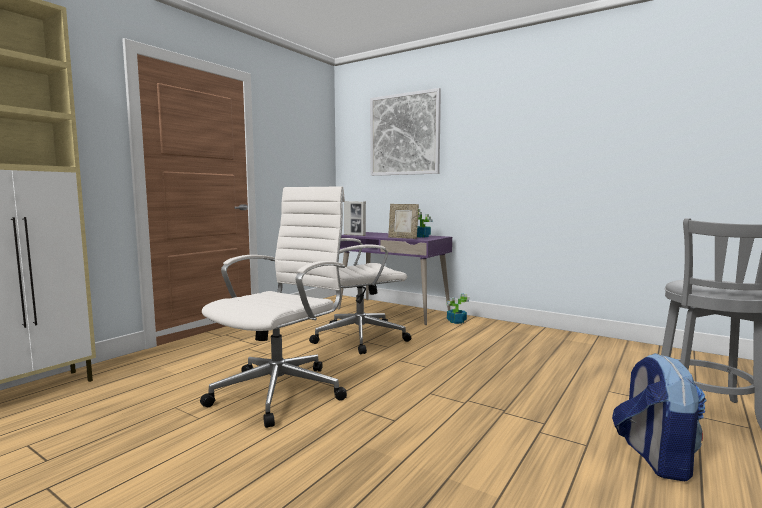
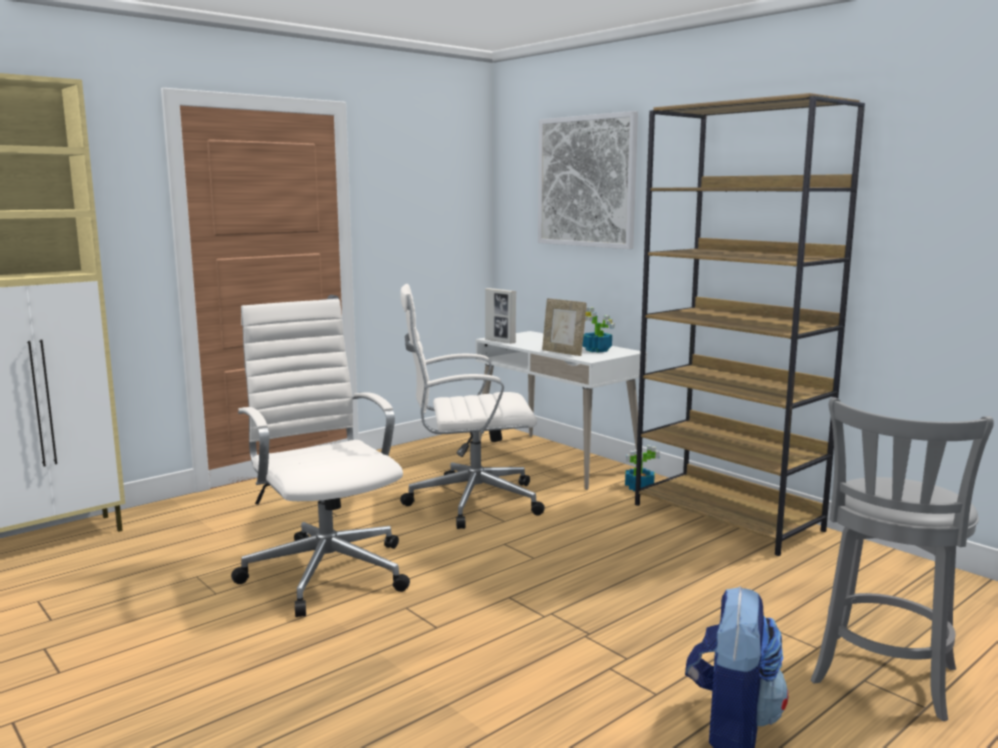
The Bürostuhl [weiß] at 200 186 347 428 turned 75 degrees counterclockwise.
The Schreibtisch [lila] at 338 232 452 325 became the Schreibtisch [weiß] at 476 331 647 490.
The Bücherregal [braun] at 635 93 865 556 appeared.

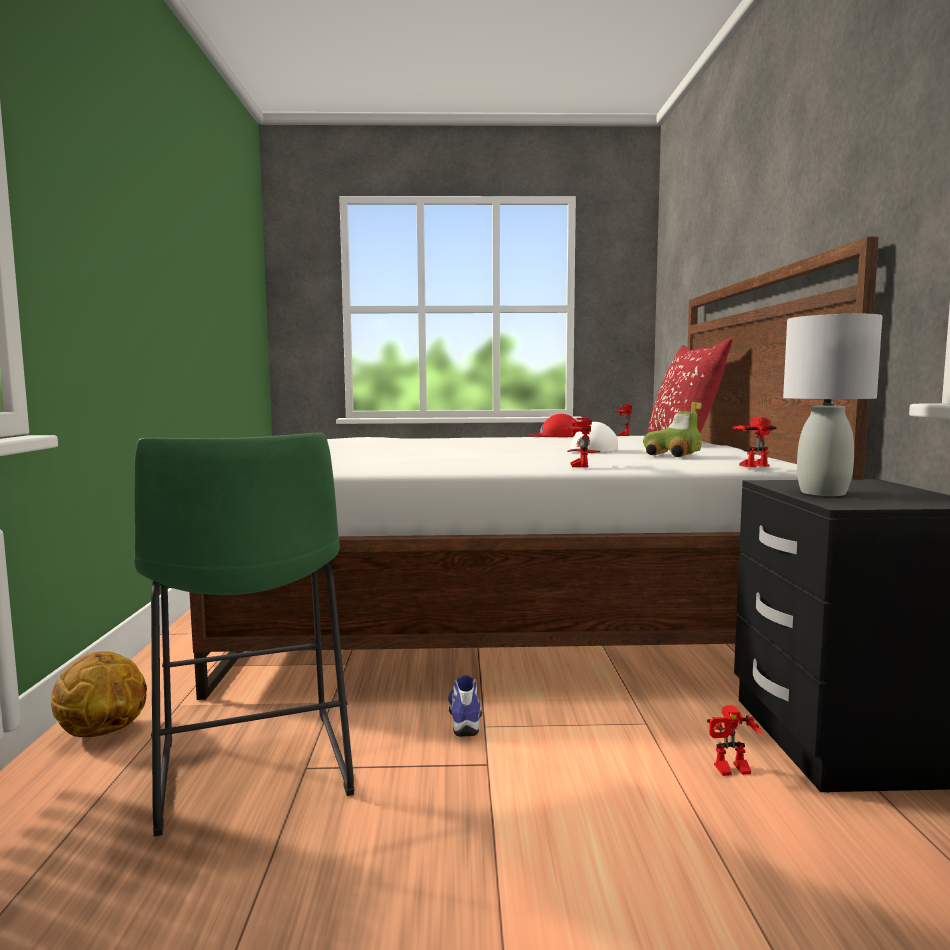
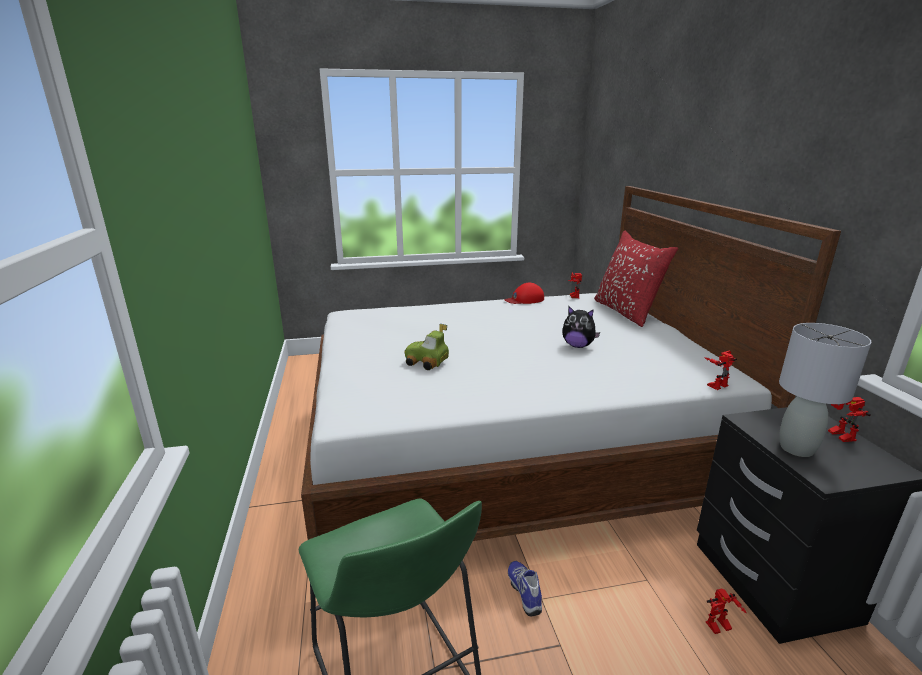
The Spielzeugauto moved from 643 402 702 457 to 405 324 449 370.
The Spielzeugroboter moved from 562 418 592 467 to 828 397 871 442.
The Kappe [weiß] at 567 422 618 453 was replaced by the Plüschtier at 562 307 600 348.
The Basketball at 51 651 147 737 disappeared.

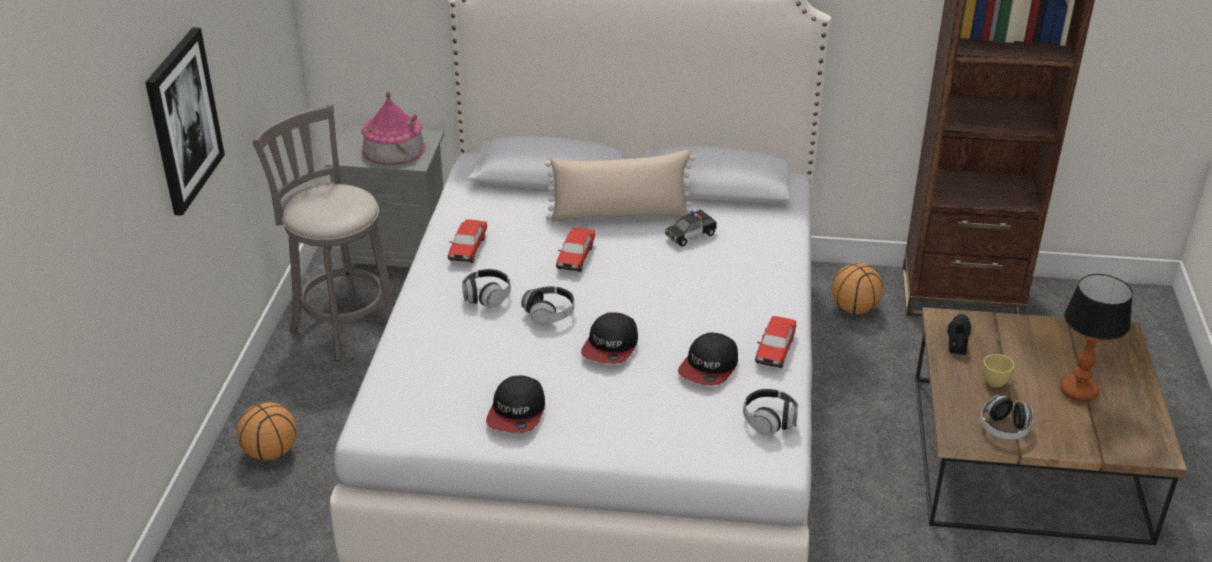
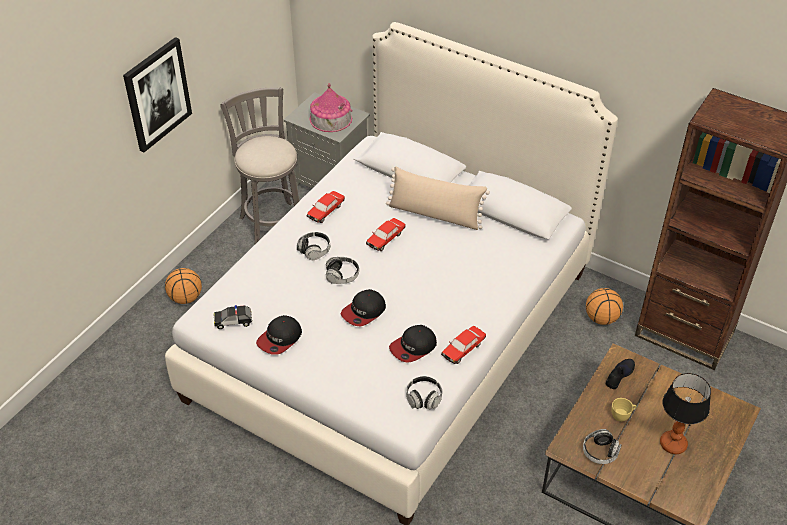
The Spielzeugauto moved from 665 210 717 247 to 214 305 253 329.

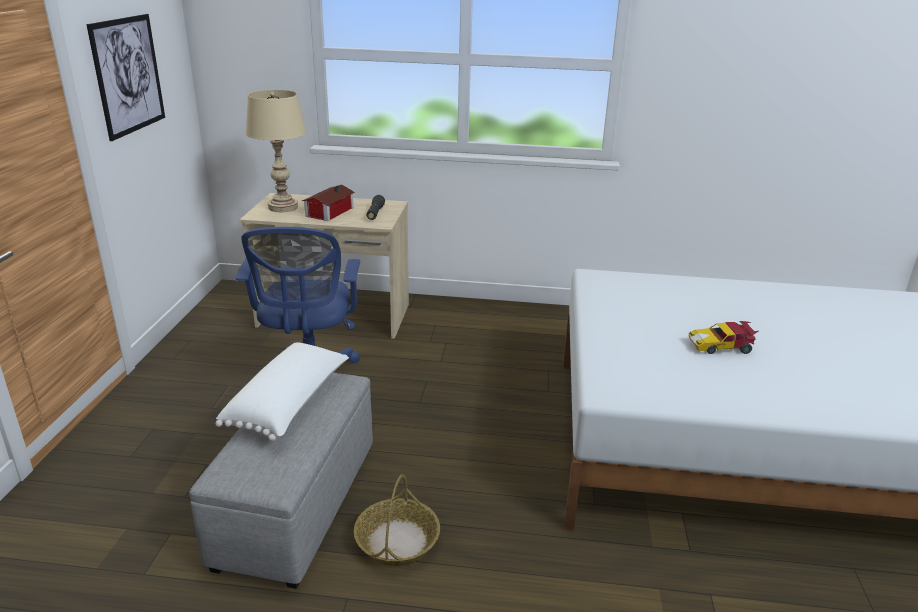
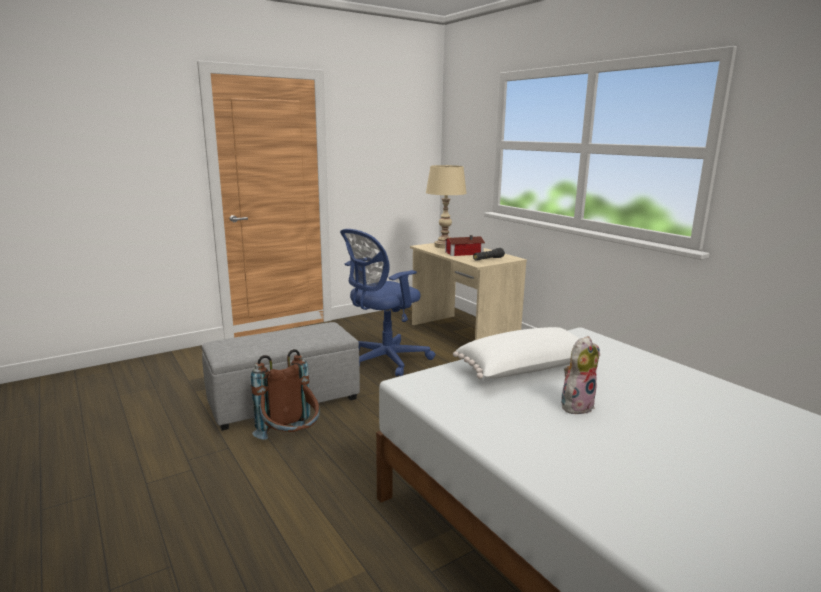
The Bild at 86 14 165 141 disappeared.
The Spielzeugauto at 688 321 759 354 was replaced by the Plüschtier at 561 336 600 414.
The Kissen [weiß] moved from 215 342 349 441 to 453 327 600 379.
The Korb at 354 474 440 566 was replaced by the Rucksack [braun] at 251 349 320 440.

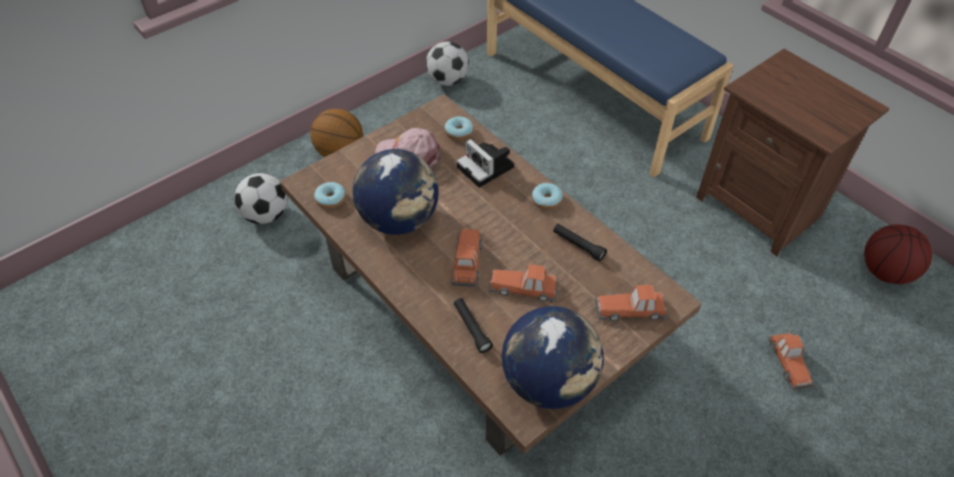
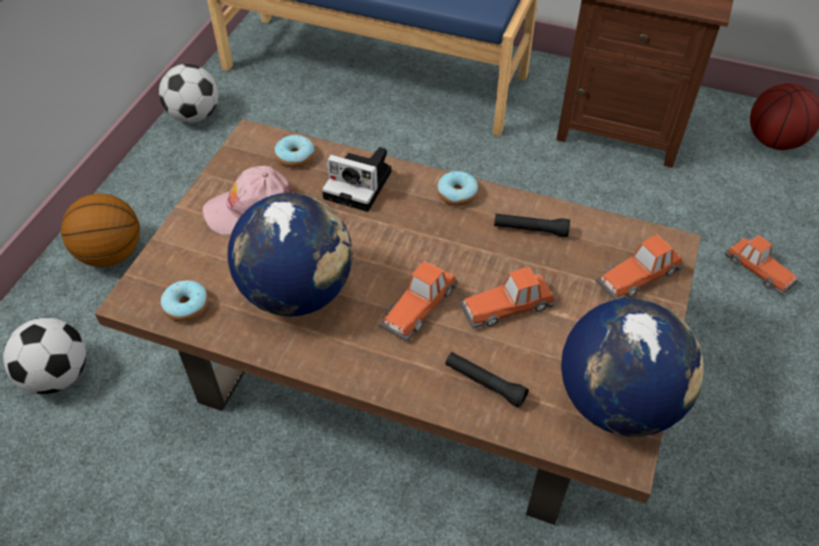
The Spielzeugauto at 450 229 482 287 turned 120 degrees counterclockwise.

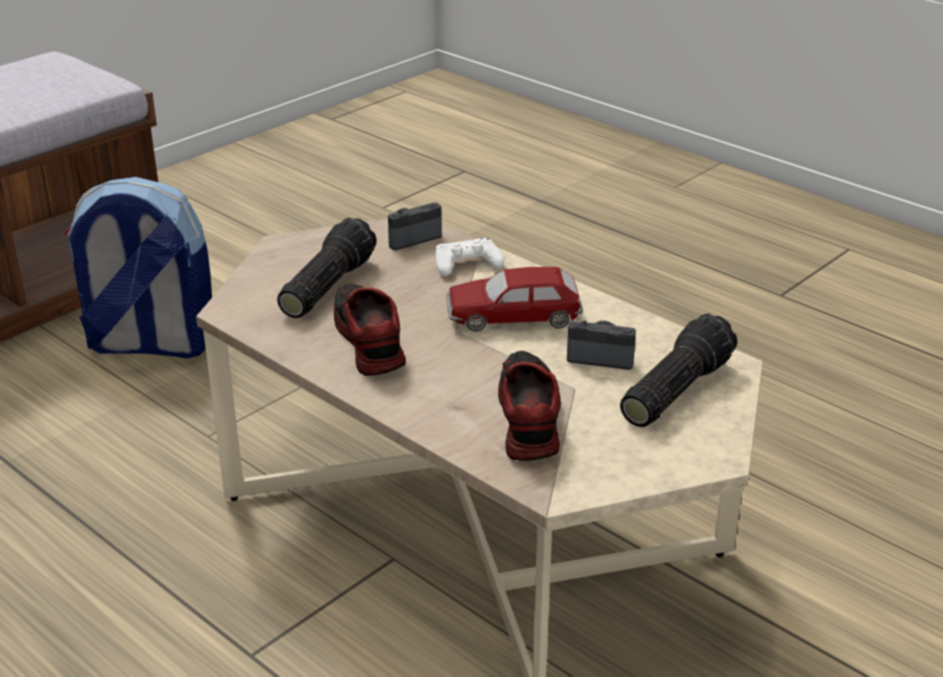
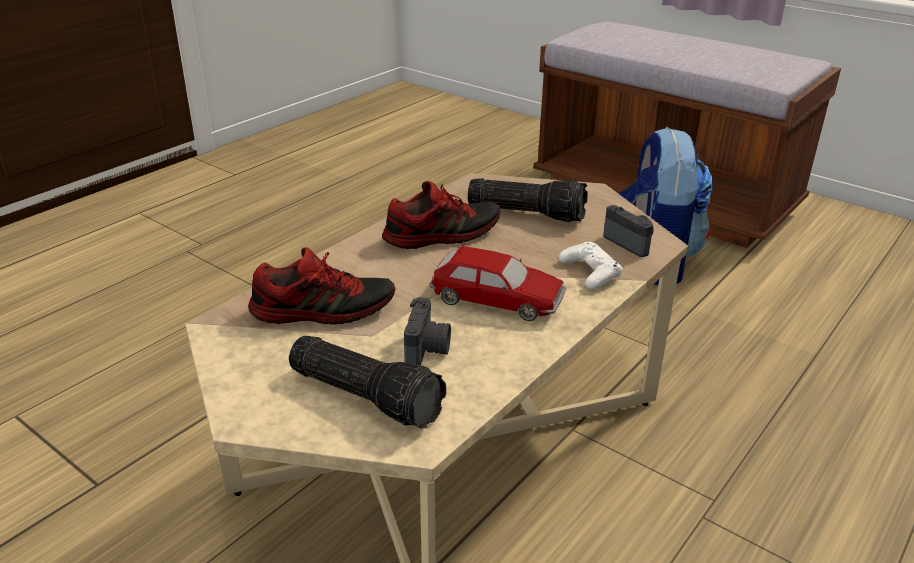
The Spielzeugauto at 446 267 583 332 turned 120 degrees clockwise.

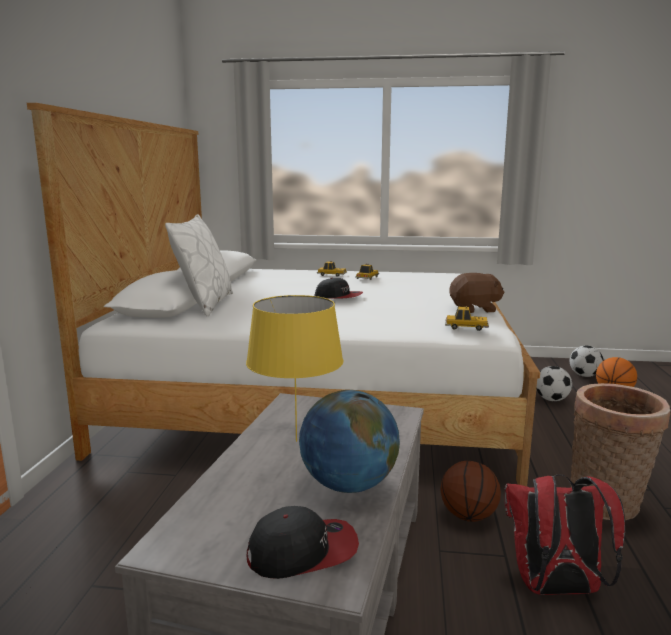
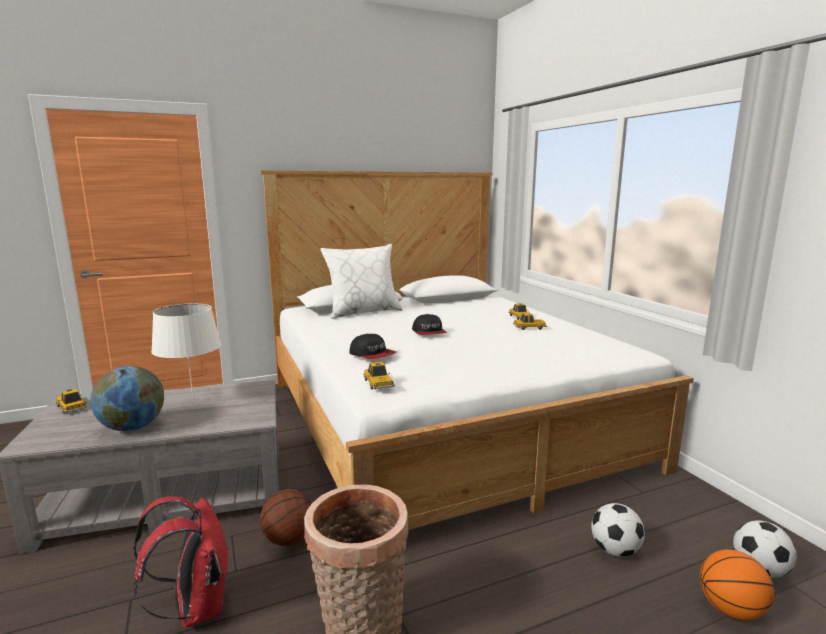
The Plüschtier [braun] at 449 273 504 313 disappeared.
The Tischlampe [gelb] at 246 295 343 442 became the Tischlampe [weiß] at 151 303 221 402.
The Kappe moved from 247 506 359 579 to 350 334 397 359.
The Spielzeugauto at 55 389 88 413 appeared.

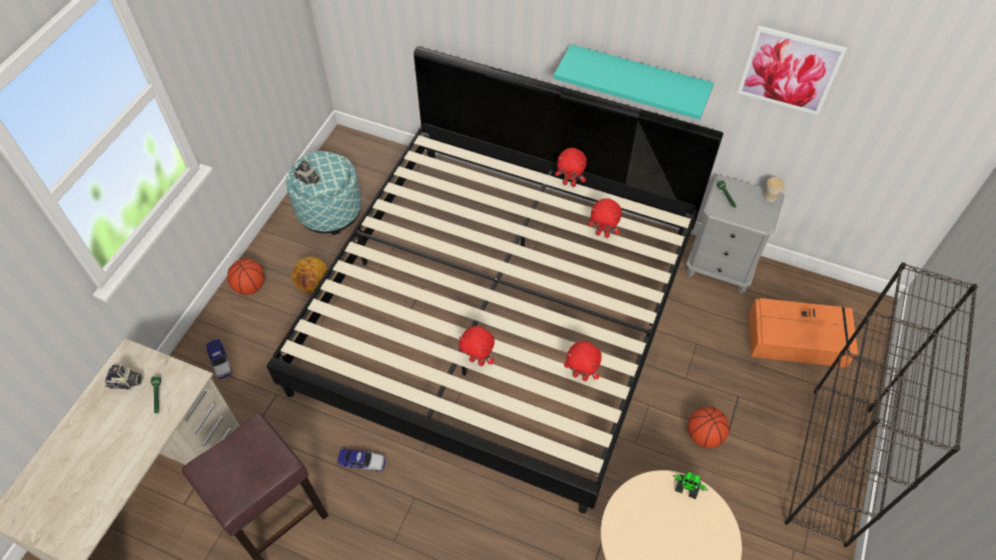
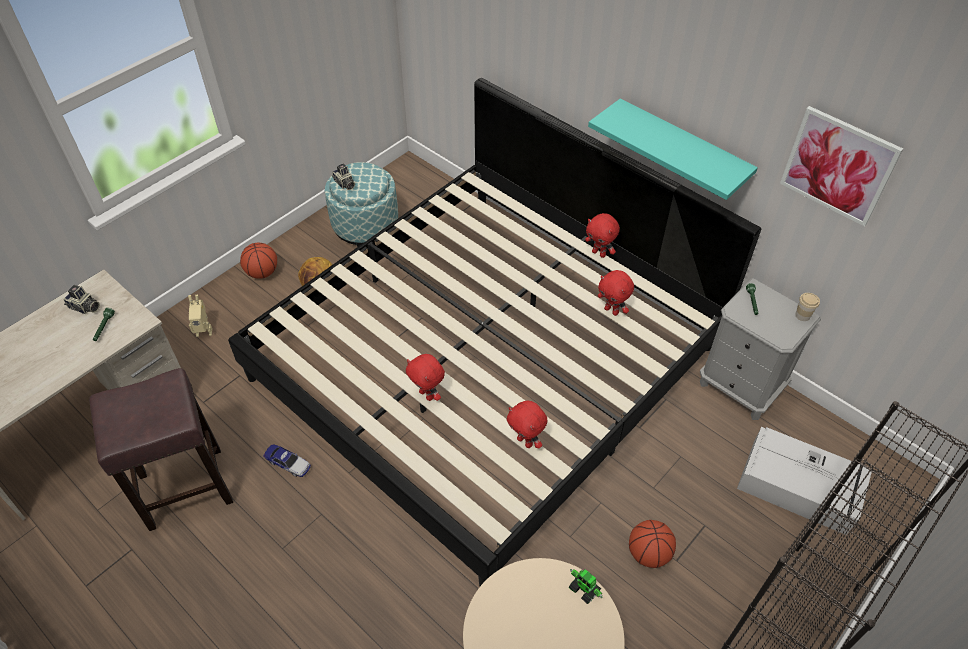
The Aufbewahrungsbox [orange] at 749 298 858 368 became the Aufbewahrungsbox [grau] at 737 427 872 535.
The Spielzeugauto at 206 339 232 379 was replaced by the Spielzeugroboter at 188 295 212 337.

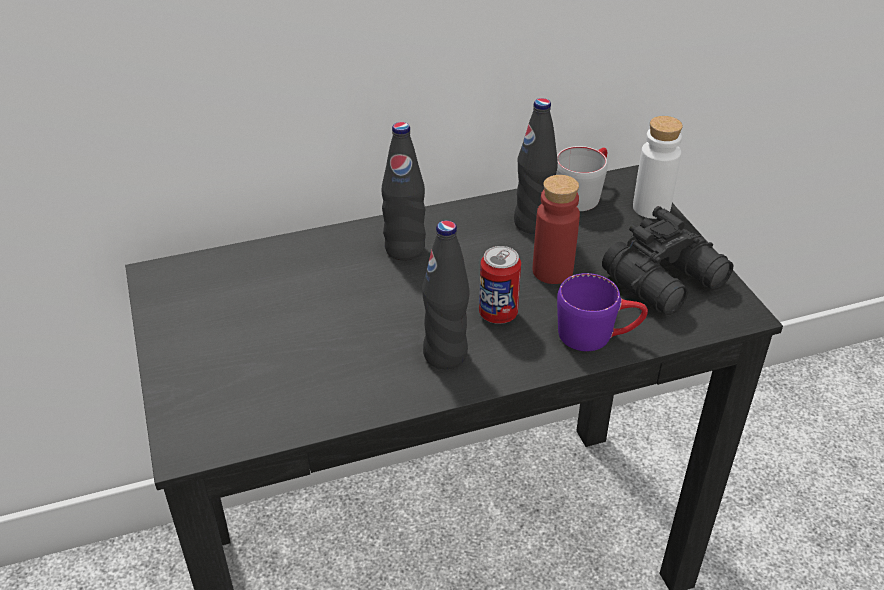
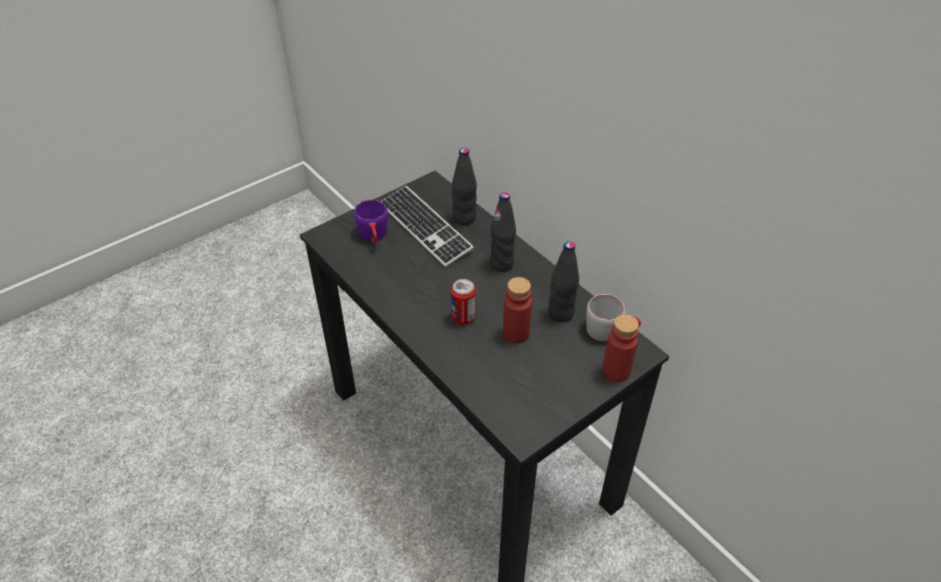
The Flasche [weiß] at 633 116 683 219 became the Flasche [rot] at 602 314 639 382.
The Fernglas [schwarz] at 602 206 733 315 disappeared.
The Flasche [schwarz] moved from 422 220 470 369 to 452 148 477 225.
The Henkelbecher [lila] moved from 557 273 648 351 to 354 200 388 244.
The Tastatur at 381 186 474 267 appeared.

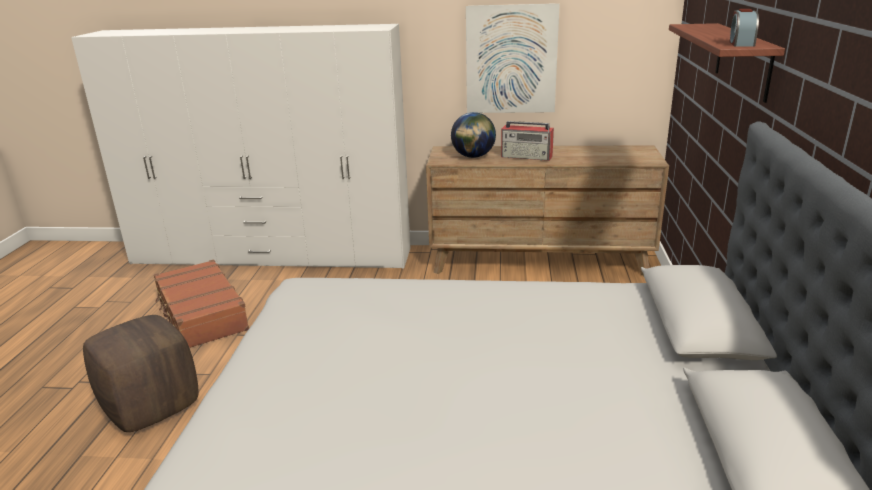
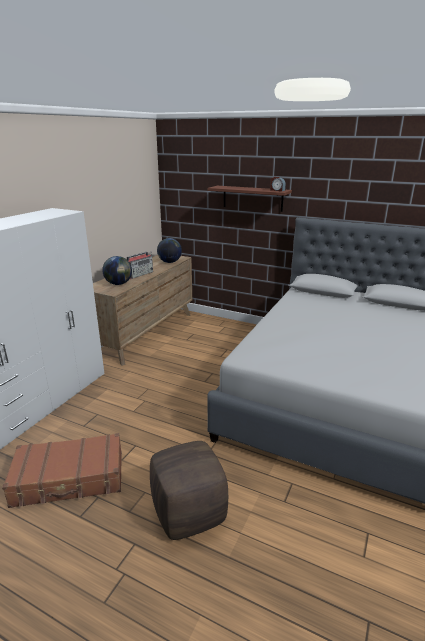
The Bild at 466 3 560 113 disappeared.
The Globus at 157 238 182 263 appeared.

